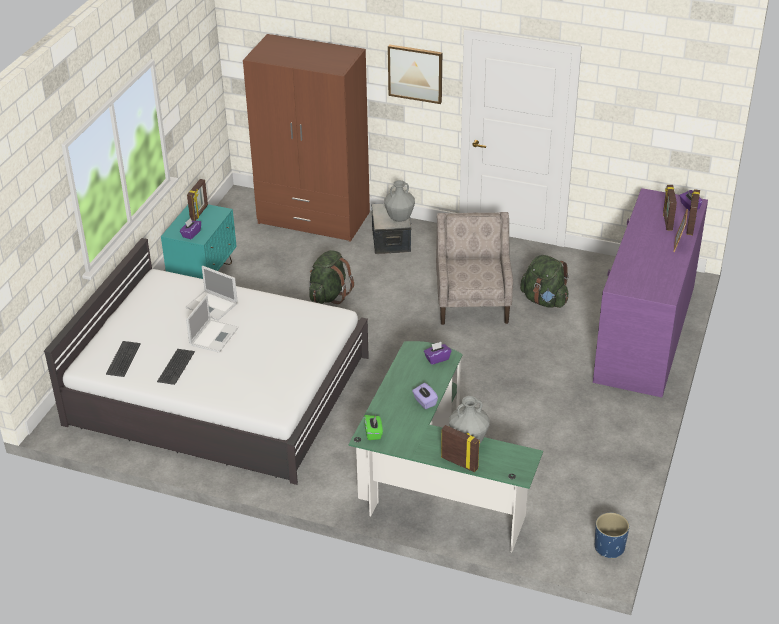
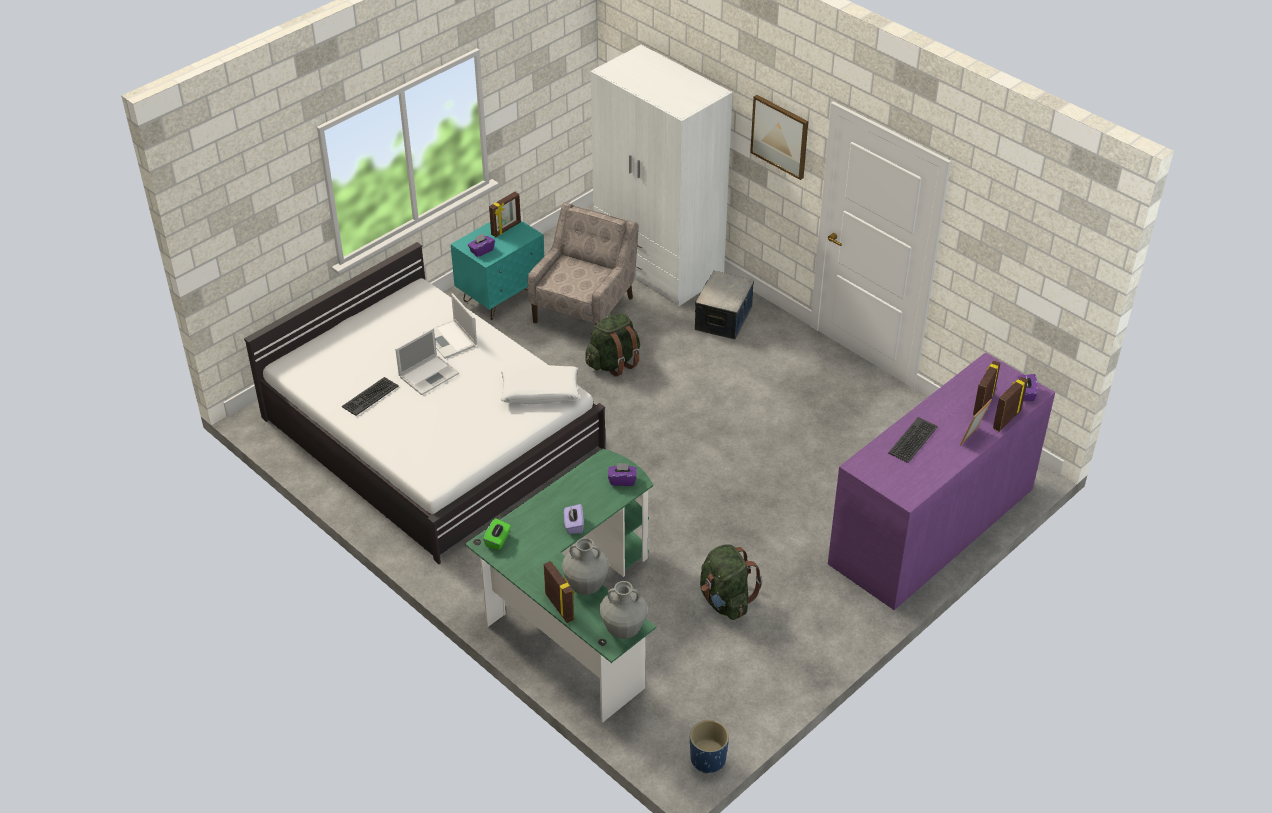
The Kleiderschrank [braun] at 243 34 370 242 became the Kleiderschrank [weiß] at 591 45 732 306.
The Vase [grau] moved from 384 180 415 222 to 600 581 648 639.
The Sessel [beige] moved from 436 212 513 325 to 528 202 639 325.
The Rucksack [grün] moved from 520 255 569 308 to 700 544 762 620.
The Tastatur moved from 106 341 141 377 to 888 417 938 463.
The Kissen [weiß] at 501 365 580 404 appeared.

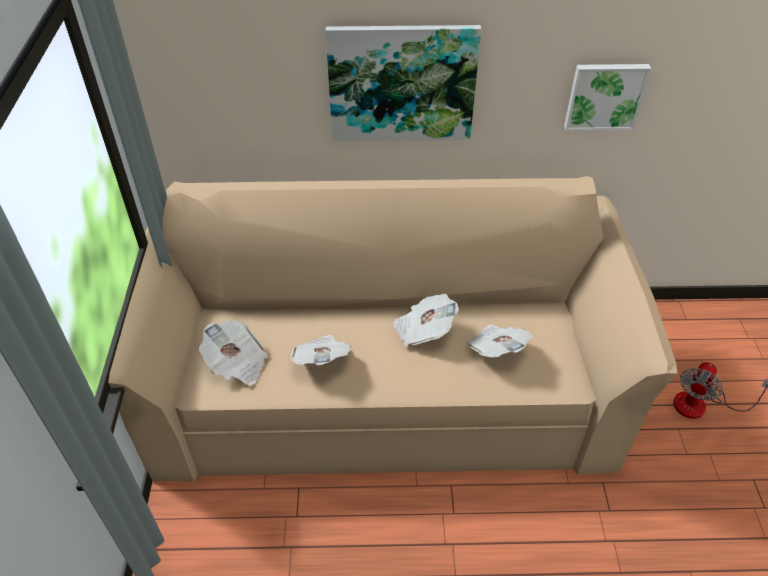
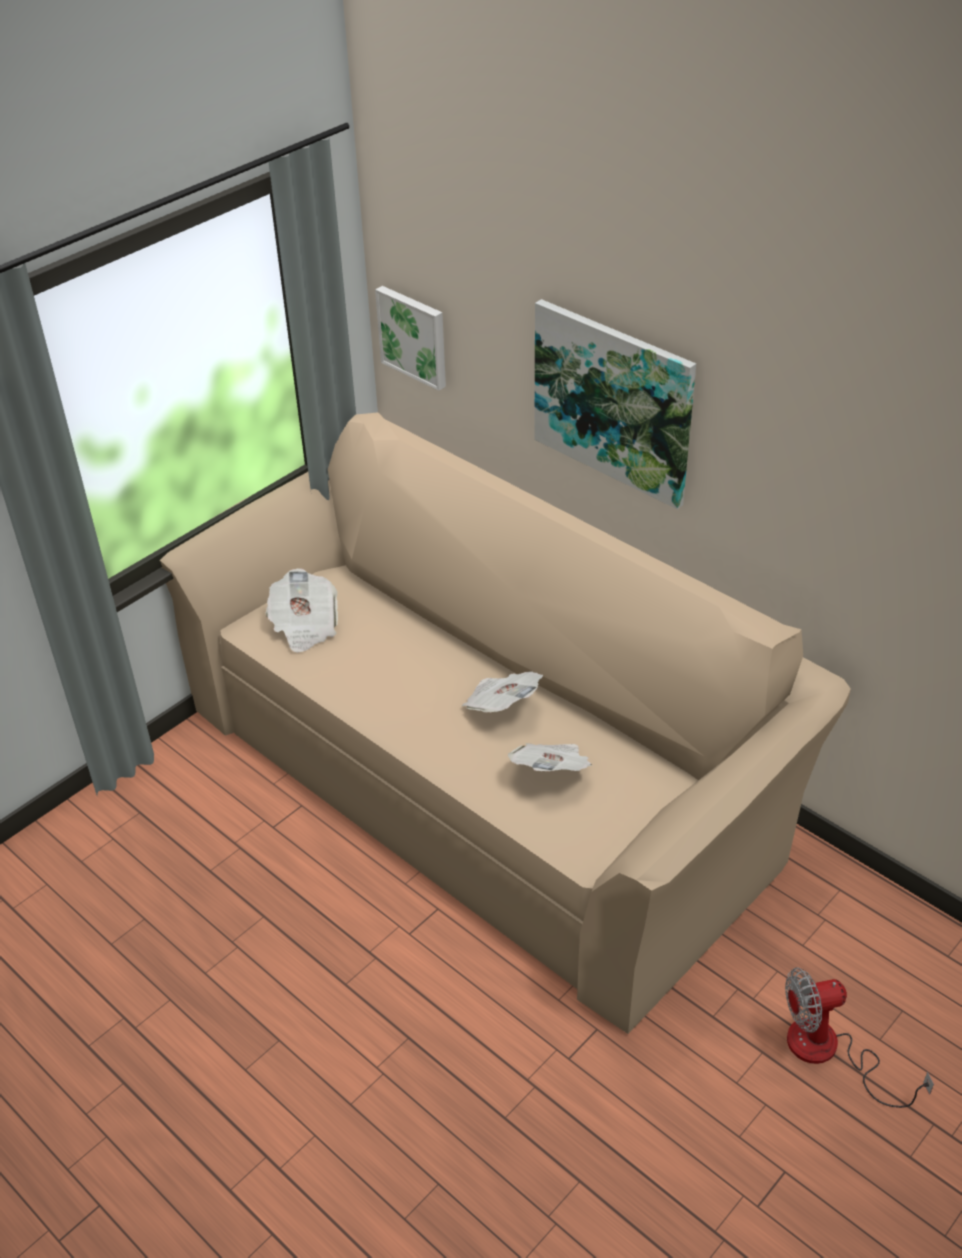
The Bild moved from 564 64 651 131 to 375 286 446 391.
The Zeitung at 290 335 351 365 disappeared.

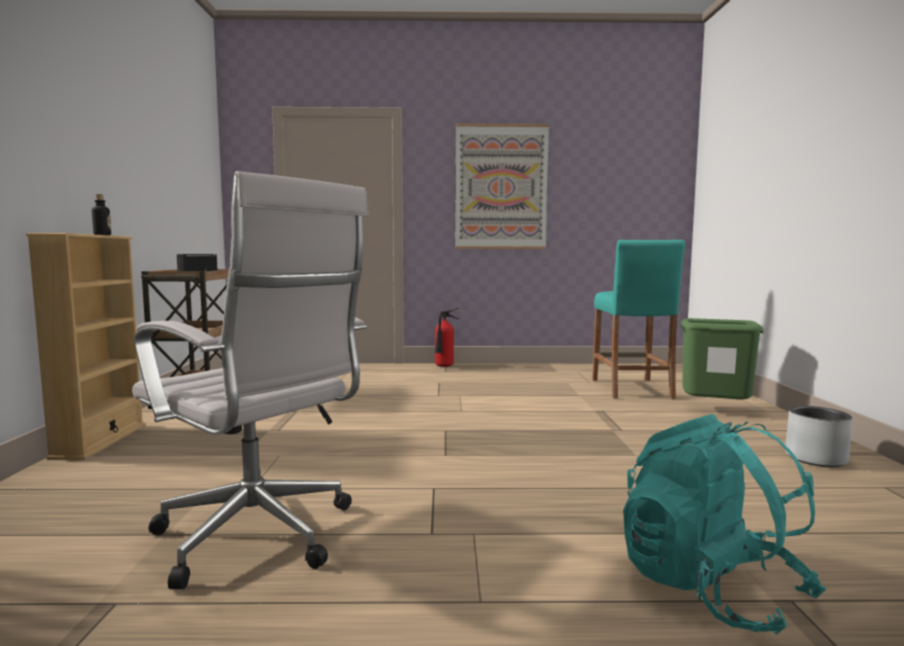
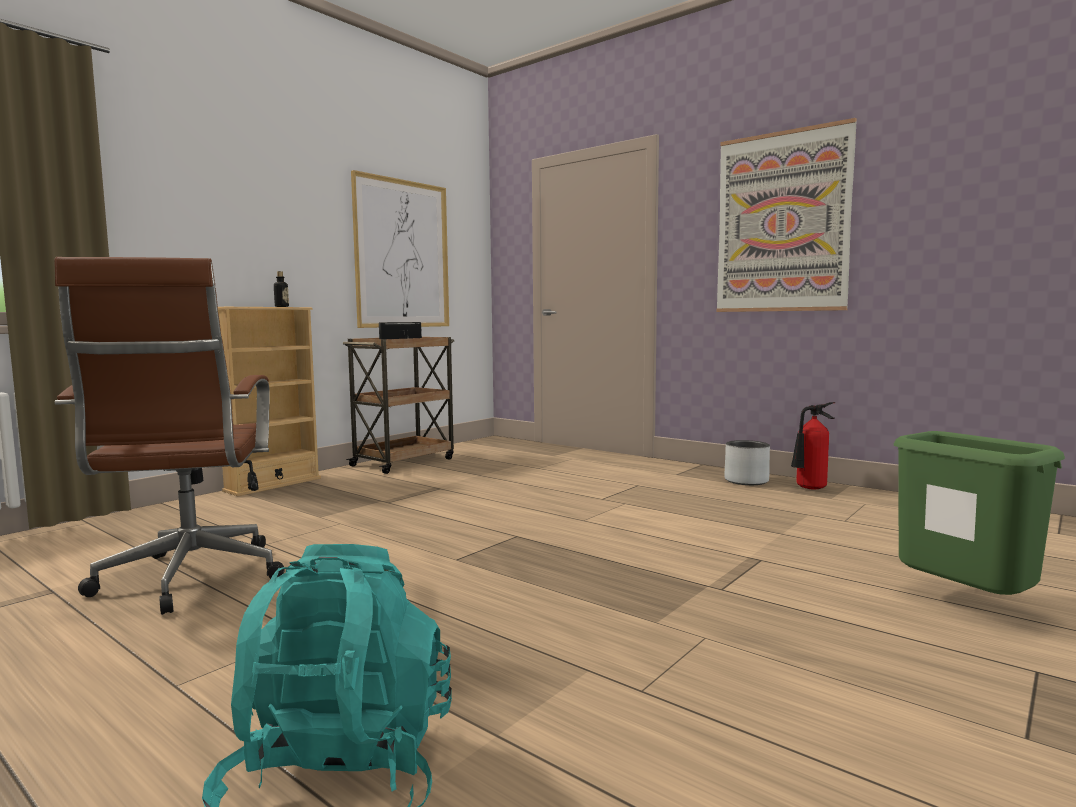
The Bürostuhl [weiß] at 132 171 369 589 became the Bürostuhl [braun] at 54 257 285 615.
The Hocker [türkis] at 592 240 685 399 disappeared.
The Feuerlöscher moved from 435 308 459 367 to 791 402 835 489.
The Pflanzkübel [grau] moved from 785 406 852 467 to 724 440 770 485.
The Bild at 351 170 449 328 appeared.

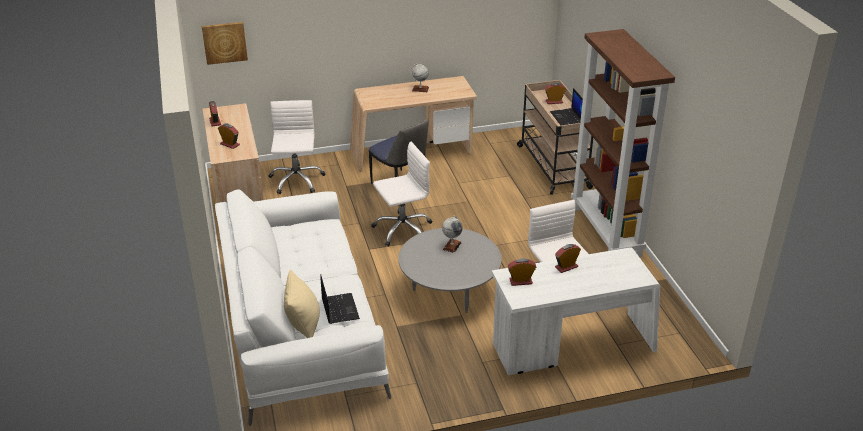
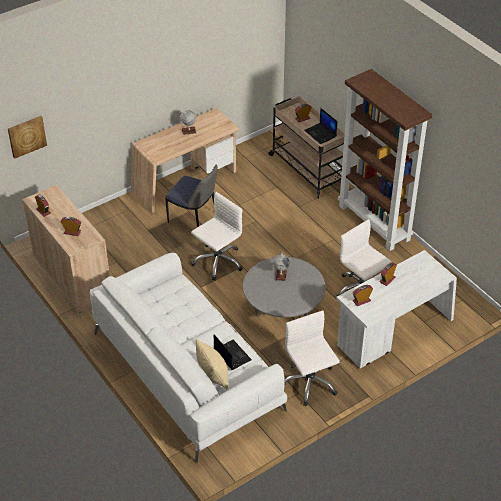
The Bürostuhl [weiß] moved from 268 100 326 194 to 284 311 340 406.

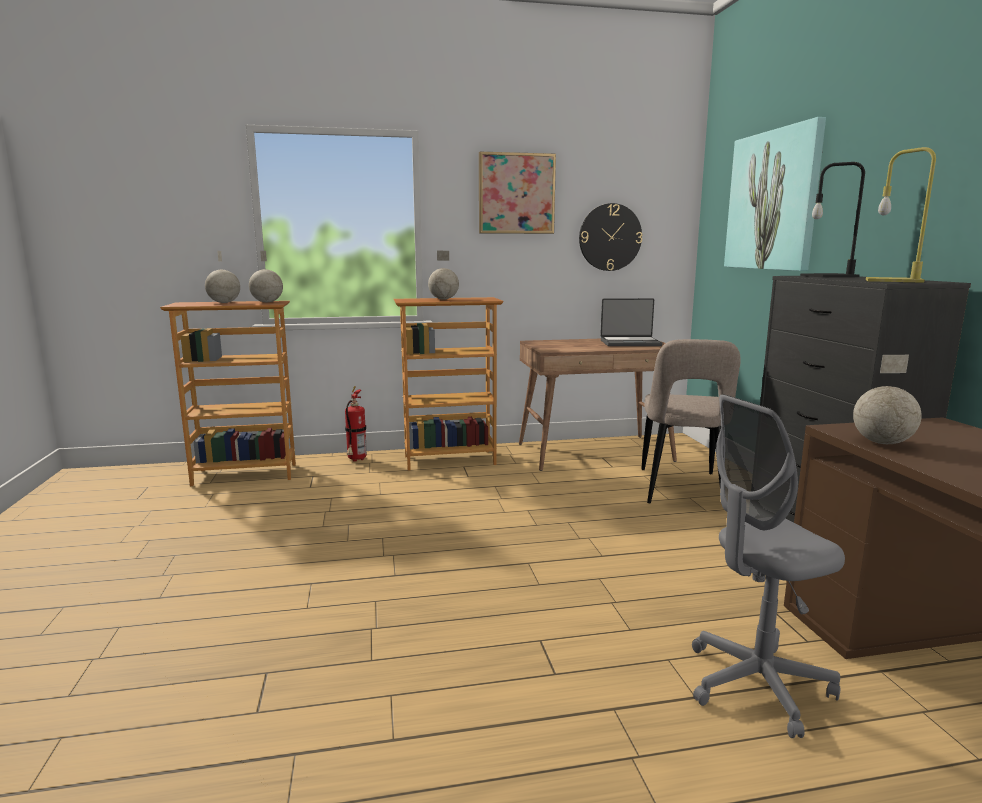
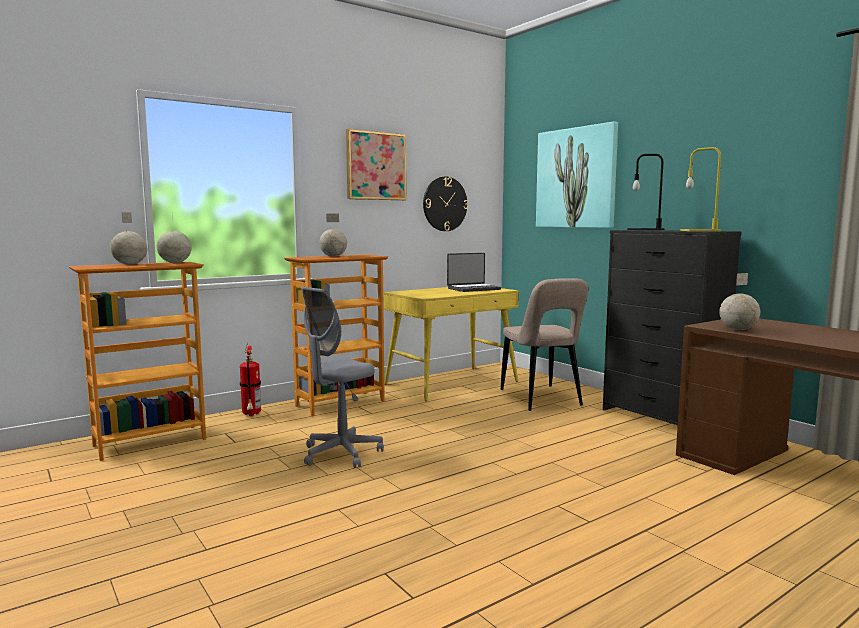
The Schreibtisch [braun] at 519 339 677 471 became the Schreibtisch [gelb] at 384 287 519 401.
The Bürostuhl [grau] moved from 692 394 845 738 to 301 287 384 468.

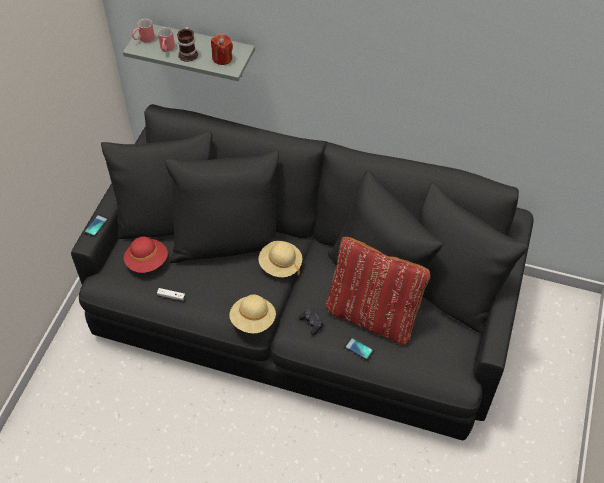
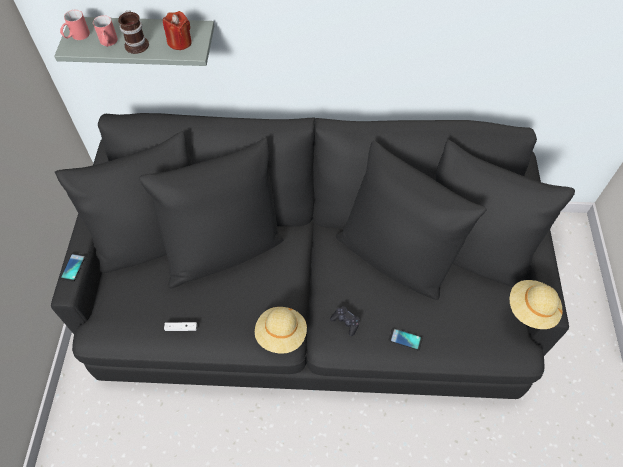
The Hut [rot] at 124 237 168 273 disappeared.
The Kissen [rot] at 326 237 430 345 disappeared.
The Hut [beige] moved from 259 241 302 277 to 510 280 563 329.

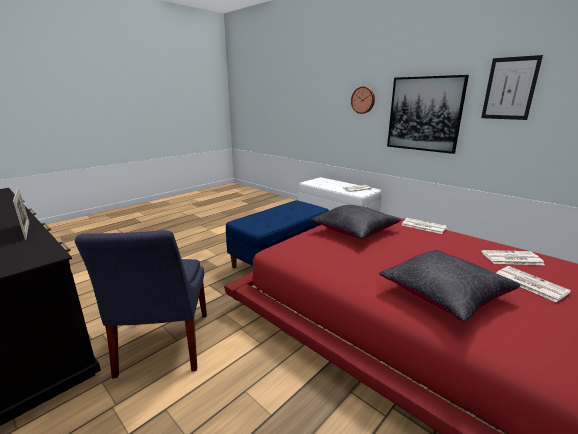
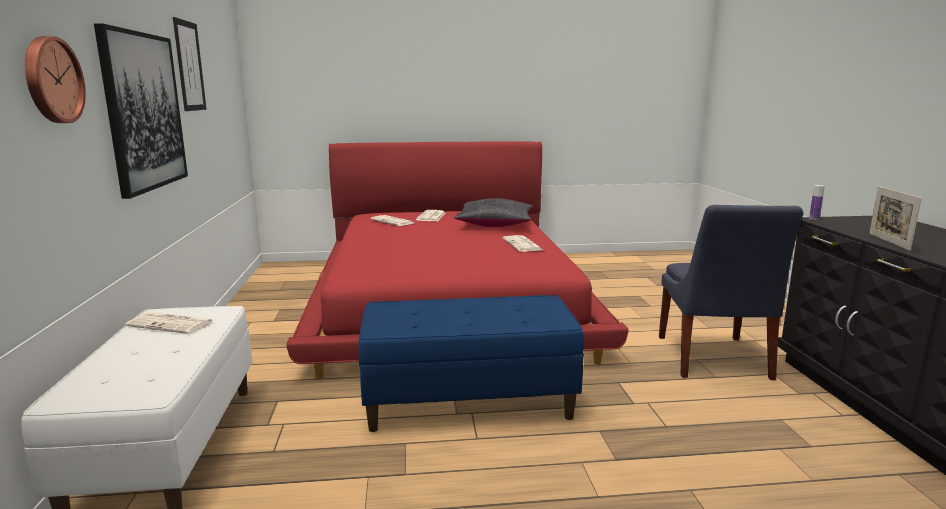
The Kissen [schwarz] at 311 205 401 239 disappeared.
The Zeitung moved from 402 218 447 234 to 502 235 543 252.
The Stuhl [blau] at 75 230 207 378 turned 150 degrees clockwise.
The Flasche at 809 185 825 220 appeared.

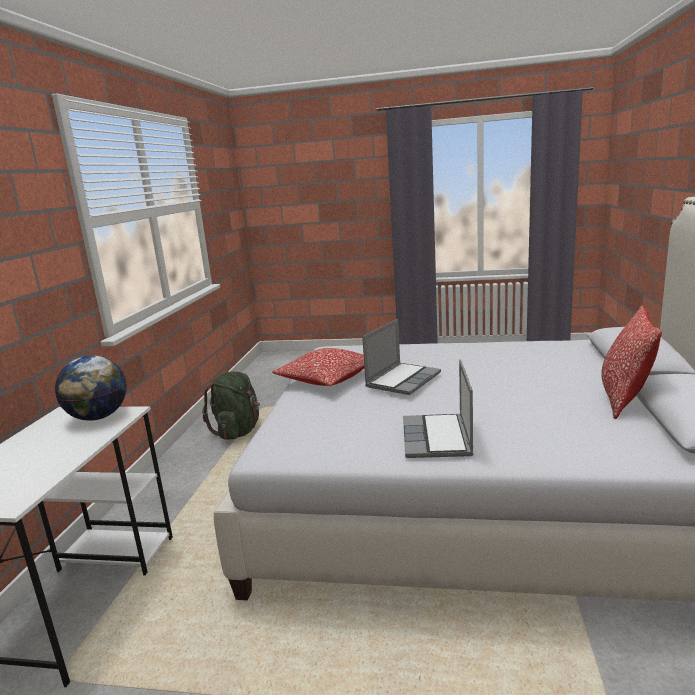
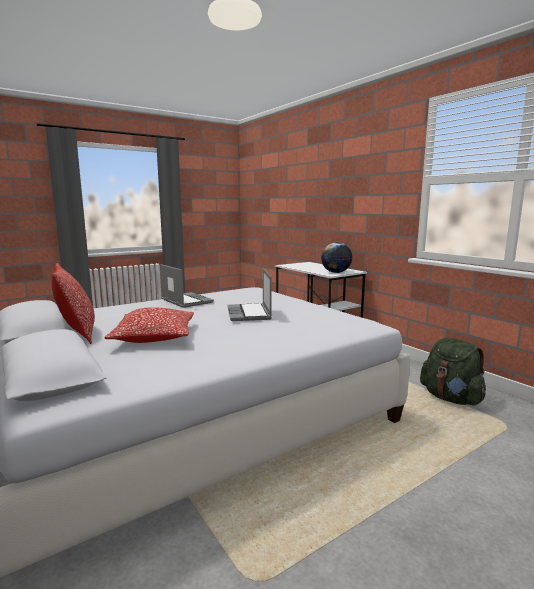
The Kissen moved from 272 348 364 386 to 104 307 194 343.

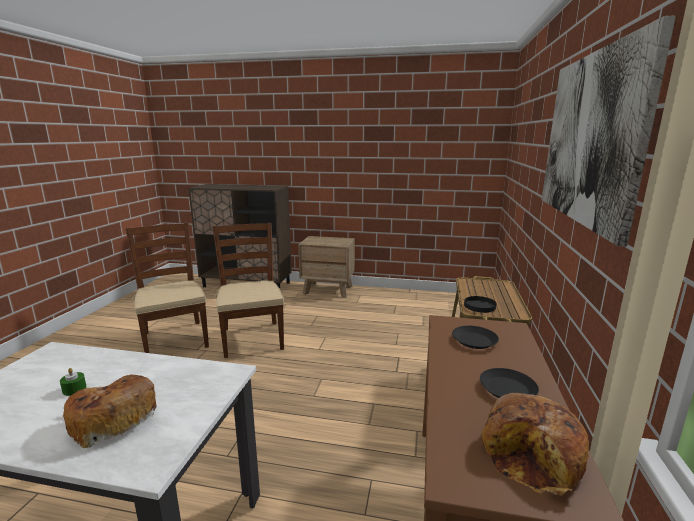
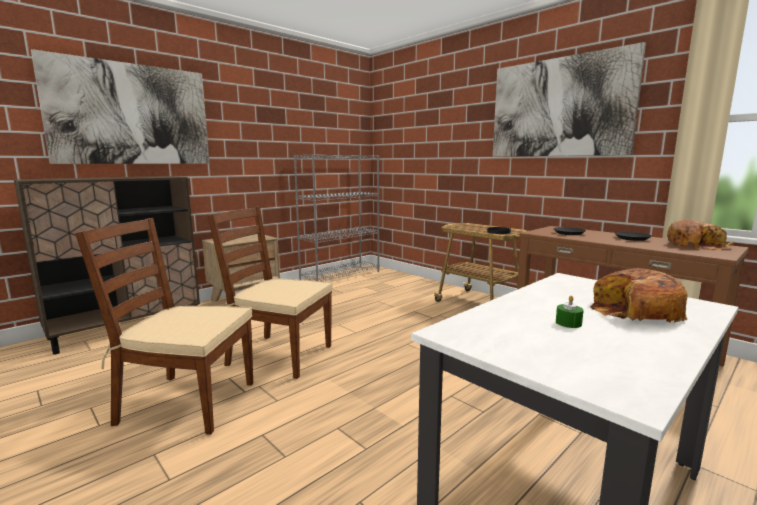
The Bild at 31 49 210 164 appeared.
The Bücherregal [grau] at 294 154 379 281 appeared.

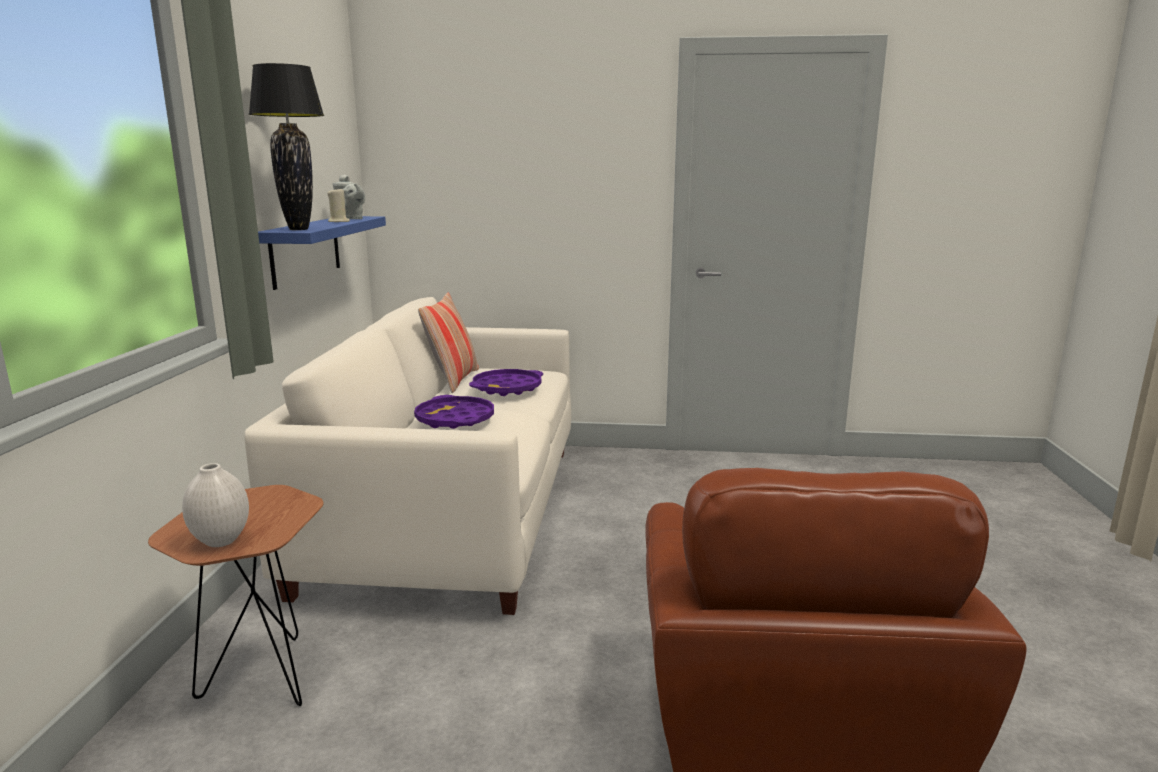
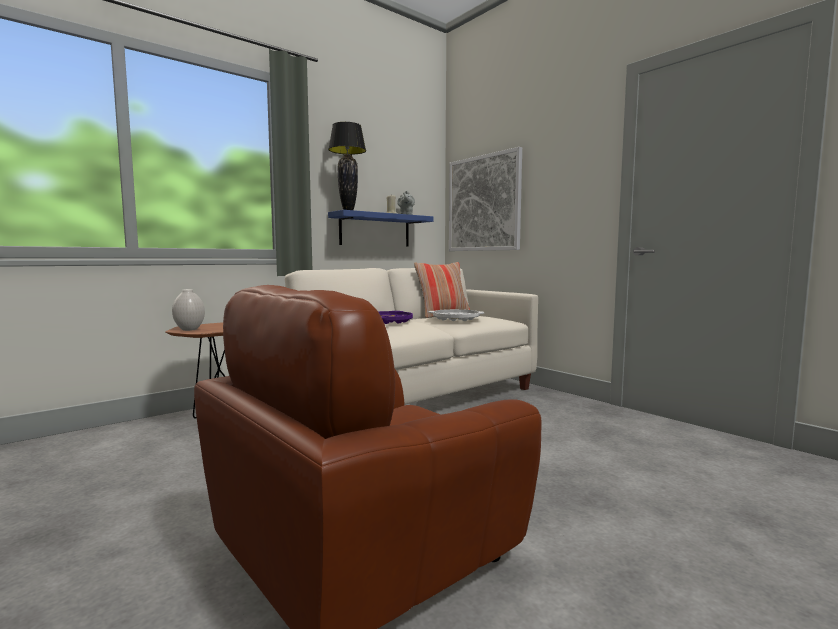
The Tablett [lila] at 469 369 543 396 became the Tablett [weiß] at 429 309 484 321.
The Bild at 449 147 522 251 appeared.

